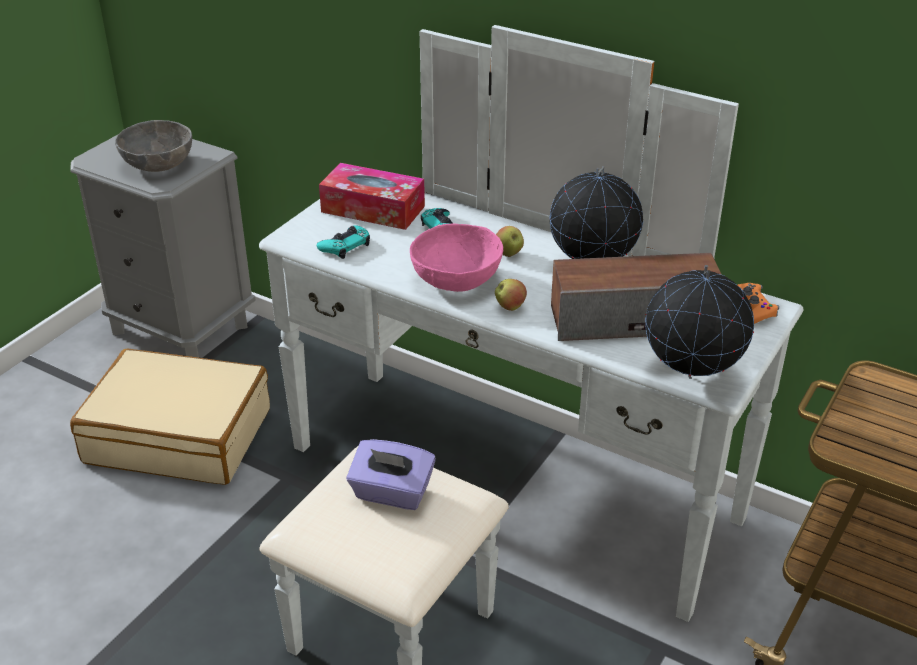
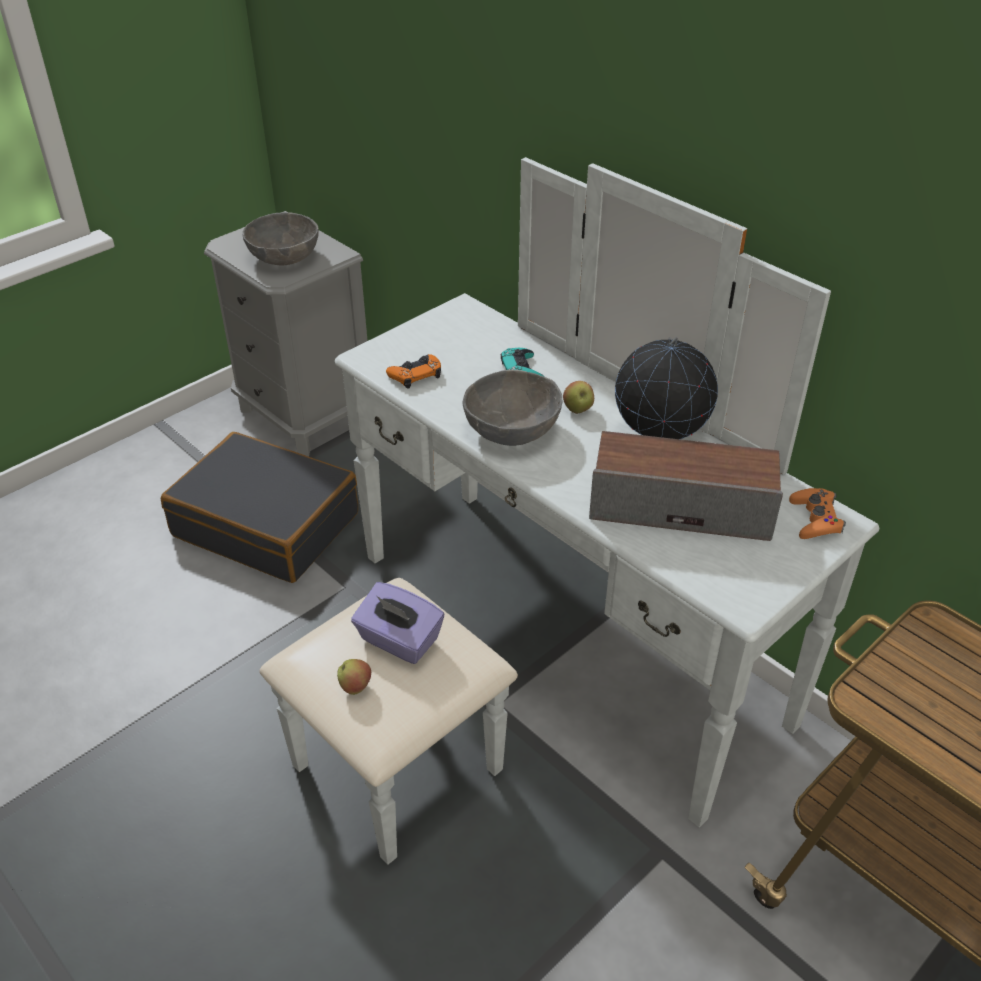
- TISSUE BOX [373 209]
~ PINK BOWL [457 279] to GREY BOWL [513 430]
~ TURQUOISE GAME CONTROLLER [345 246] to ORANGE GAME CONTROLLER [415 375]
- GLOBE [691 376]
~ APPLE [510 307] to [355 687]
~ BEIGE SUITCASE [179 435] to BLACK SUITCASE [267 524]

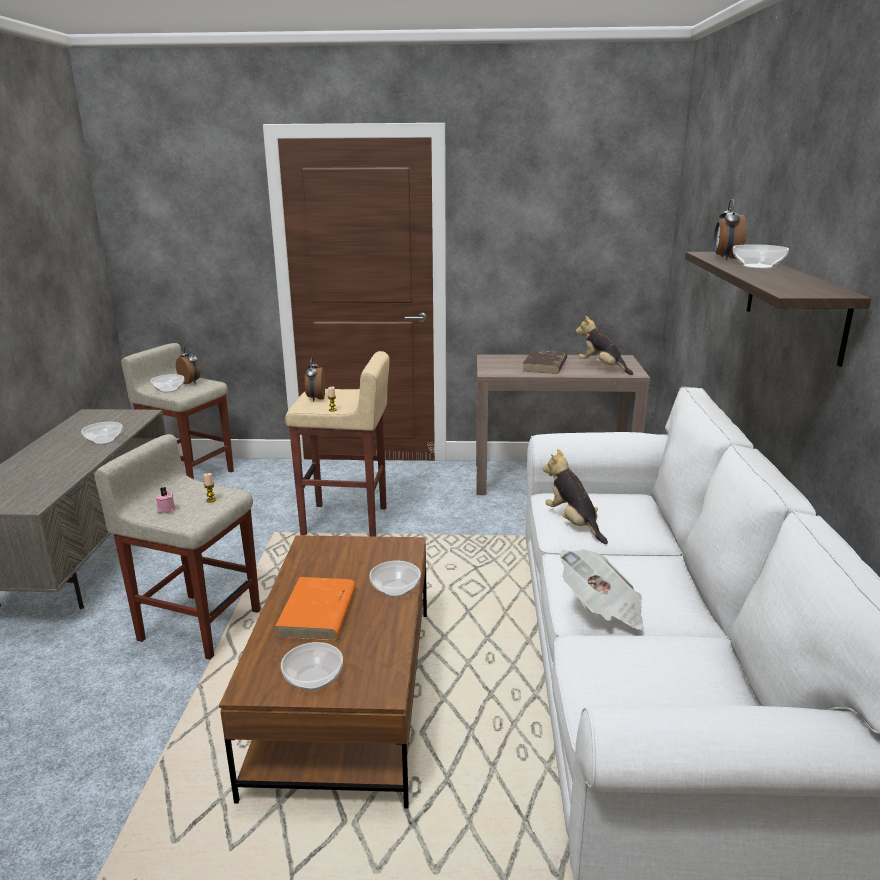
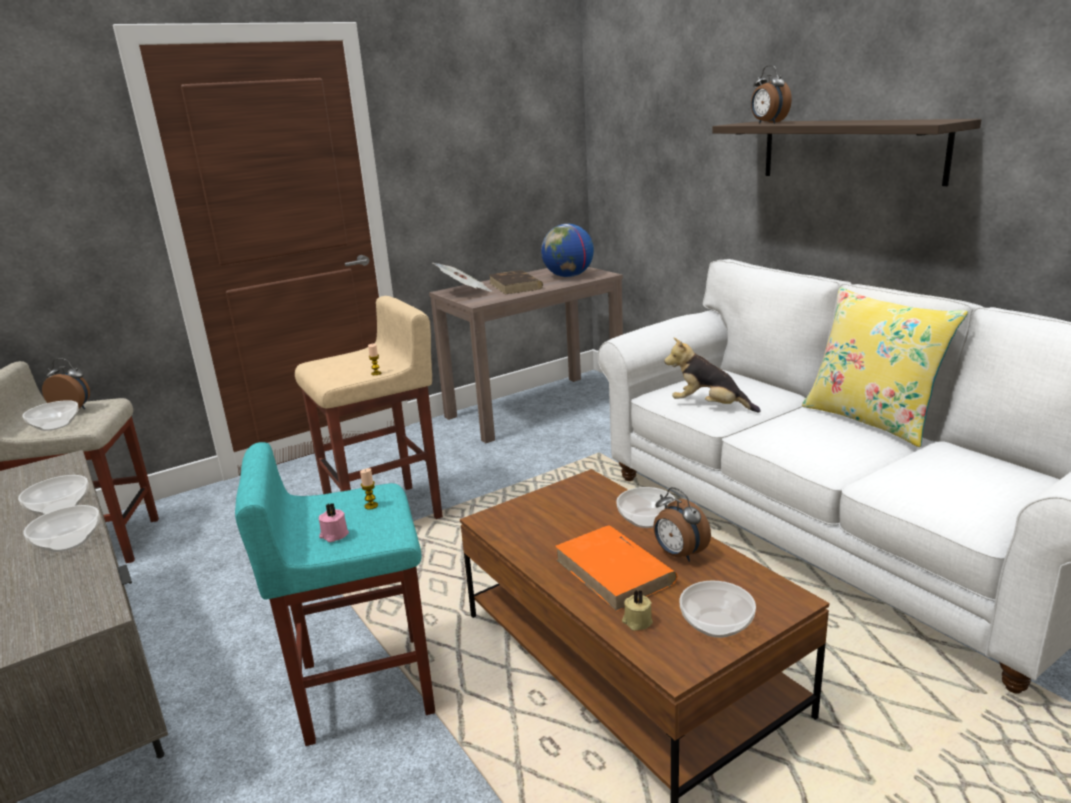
~ BOWL [757 266] to [68 541]
~ PLUSH TOY [602 368] to GLOBE [568 276]
~ ALARM CLOCK [315 398] to [678 554]
~ BEIGE STOOL [199 624] to TURQUOISE STOOL [364 688]
~ NEWSPAPER [602 609] to [465 293]
+ YELLOW PILLOW [871 419]
+ BEIGE CANDLE [637 622]

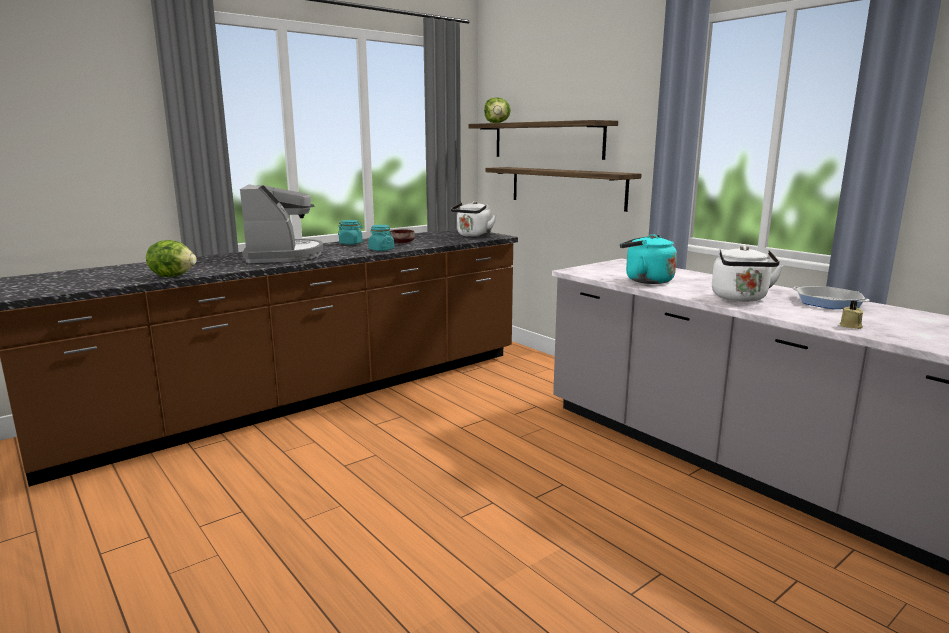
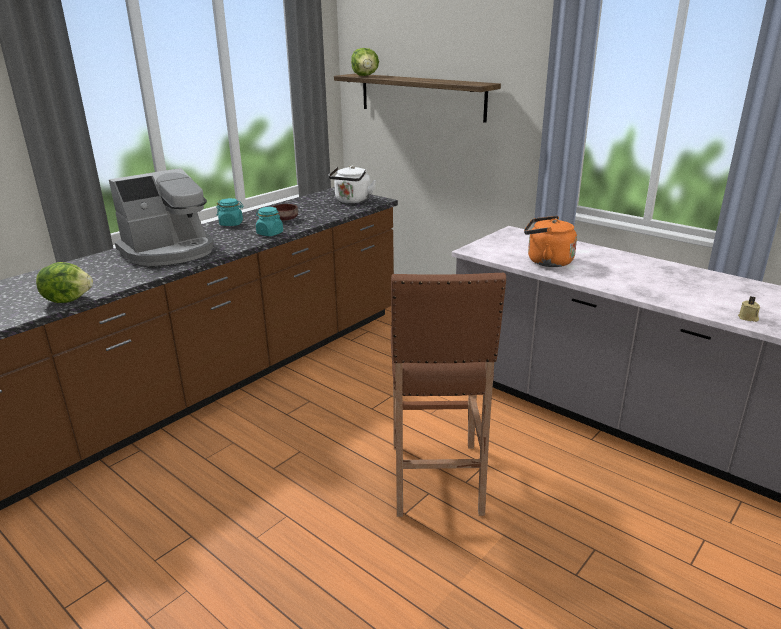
- SHELF [566 187]
~ COFFEE MACHINE [283 255] = [169 251] 75 degrees clockwise
~ TURQUOISE KETTLE [645 280] to ORANGE KETTLE [546 261]
- WHITE KETTLE [740 298]
- FRYING PAN [828 302]
+ BROWN STOOL [436 480]

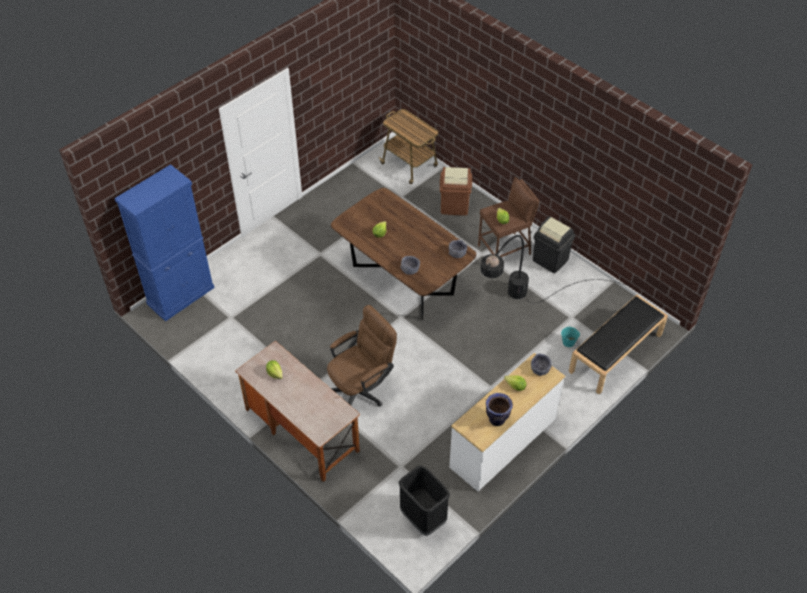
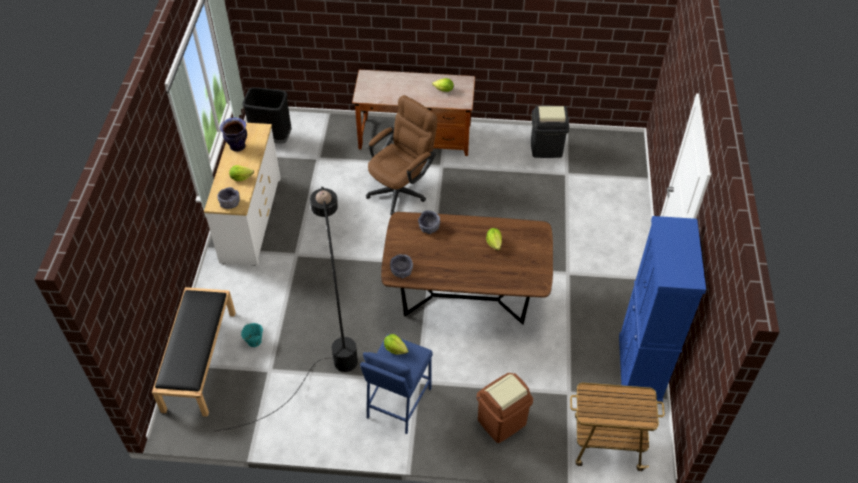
~ BLUE CABINET [181 296] to [639 369]
~ BROWN STOOL [505 250] to BLUE STOOL [398 403]
~ BLACK TRASH CAN [550 260] to [546 148]
~ BROWN OFFICE CHAIR [361 389] = [402 188] 150 degrees counterclockwise

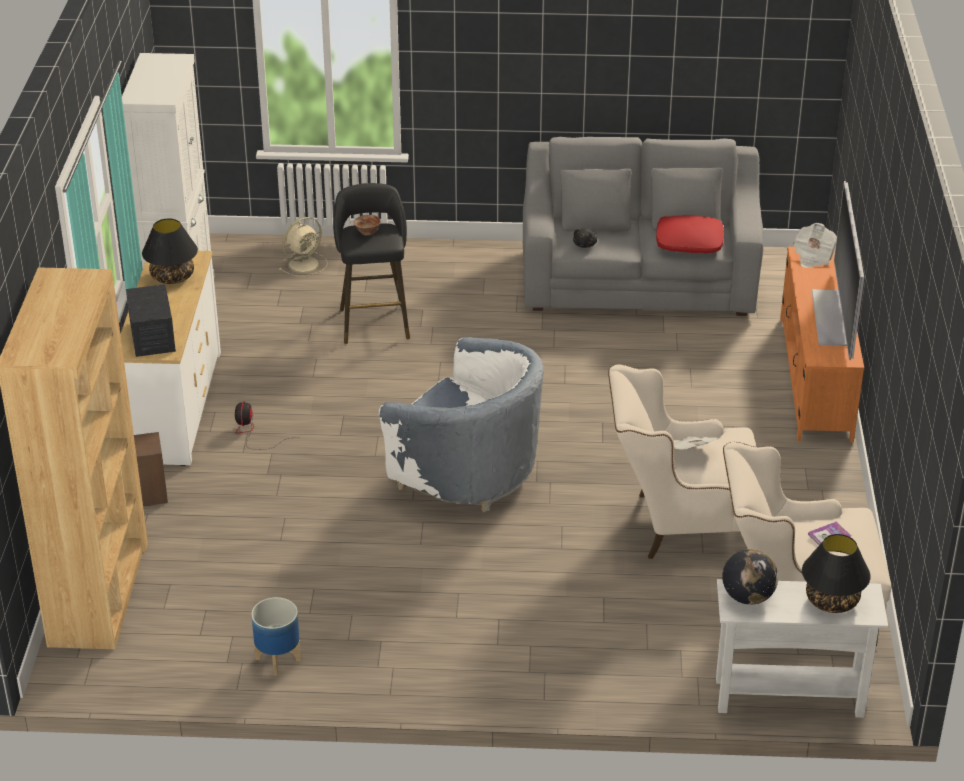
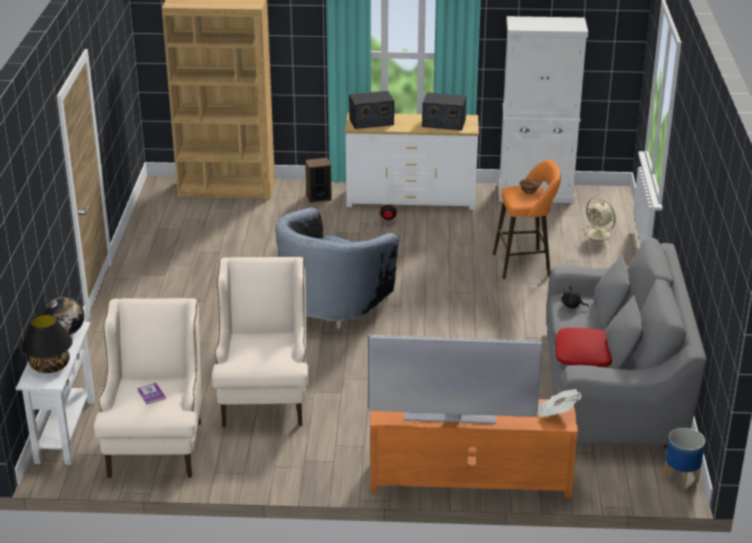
~ BLACK STOOL [374 321] to ORANGE STOOL [525 264]
~ BLACK TABLE LAMP [172 276] to RADIO [443 123]
~ WHITE ARMCHAIR [467 474] to BLACK ARMCHAIR [332 304]
- NEWSPAPER [691 452]
~ PLANTER [278 659] to [681 478]

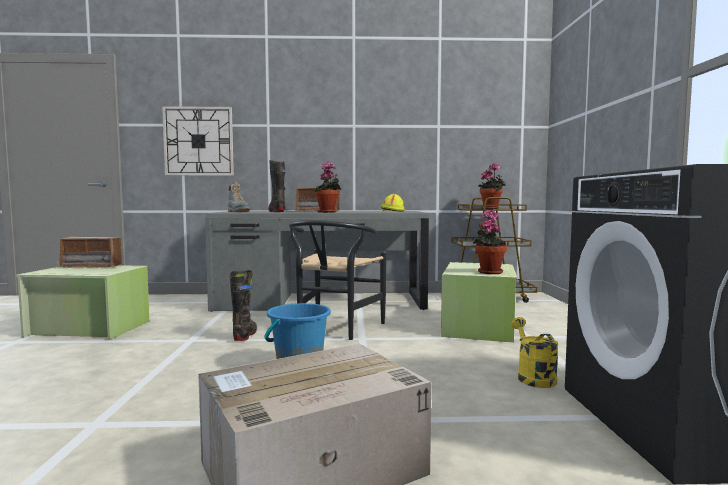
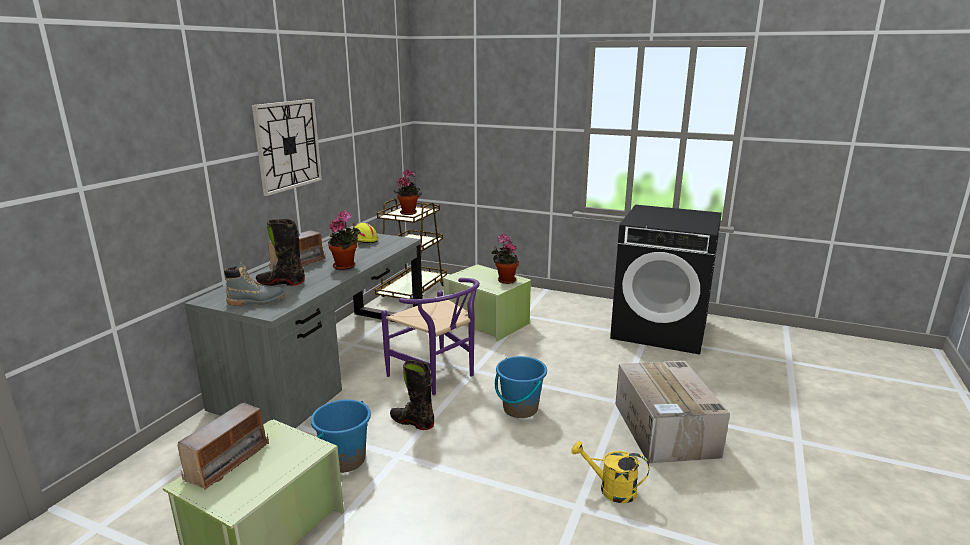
~ WALL CLOCK [198 141] to [288 145]
~ BLACK CHAIR [335 329] to PURPLE CHAIR [438 376]
~ YELLOW WATERING CAN [533 376] to [611 489]
+ BLUE BUCKET [344 460]

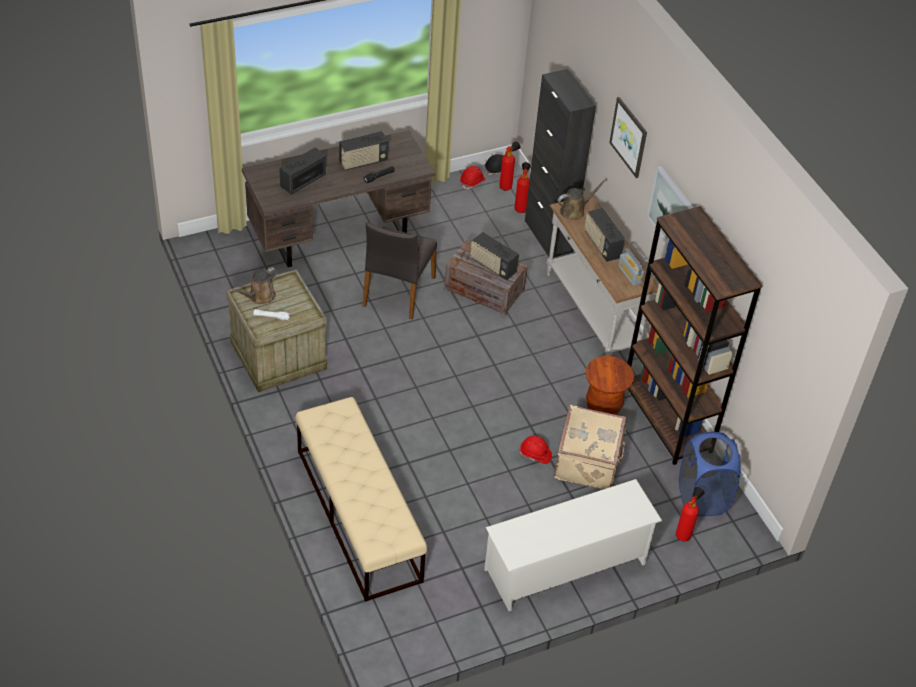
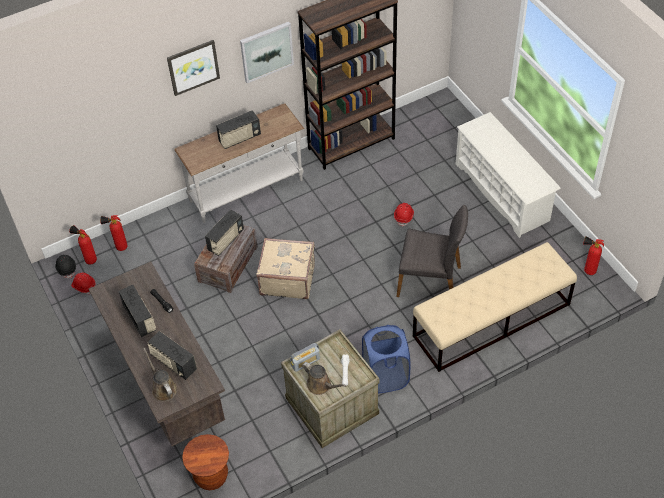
- BLACK CABINET [548 236]
~ BROWN WATERING CAN [574 211] to [163 388]
~ GREY CHAIR [397 291] to [430 280]
~ RADIO [629 275] to [305 362]
~ BROWN STOOL [603 406] to [211 476]
~ BEIGE SUITCASE [588 462] to [287 279]
~ BLUE LAUNDRY BASKET [702 497] to [385 376]
~ FIRE EXTINGUISHER [684 533] to [587 270]

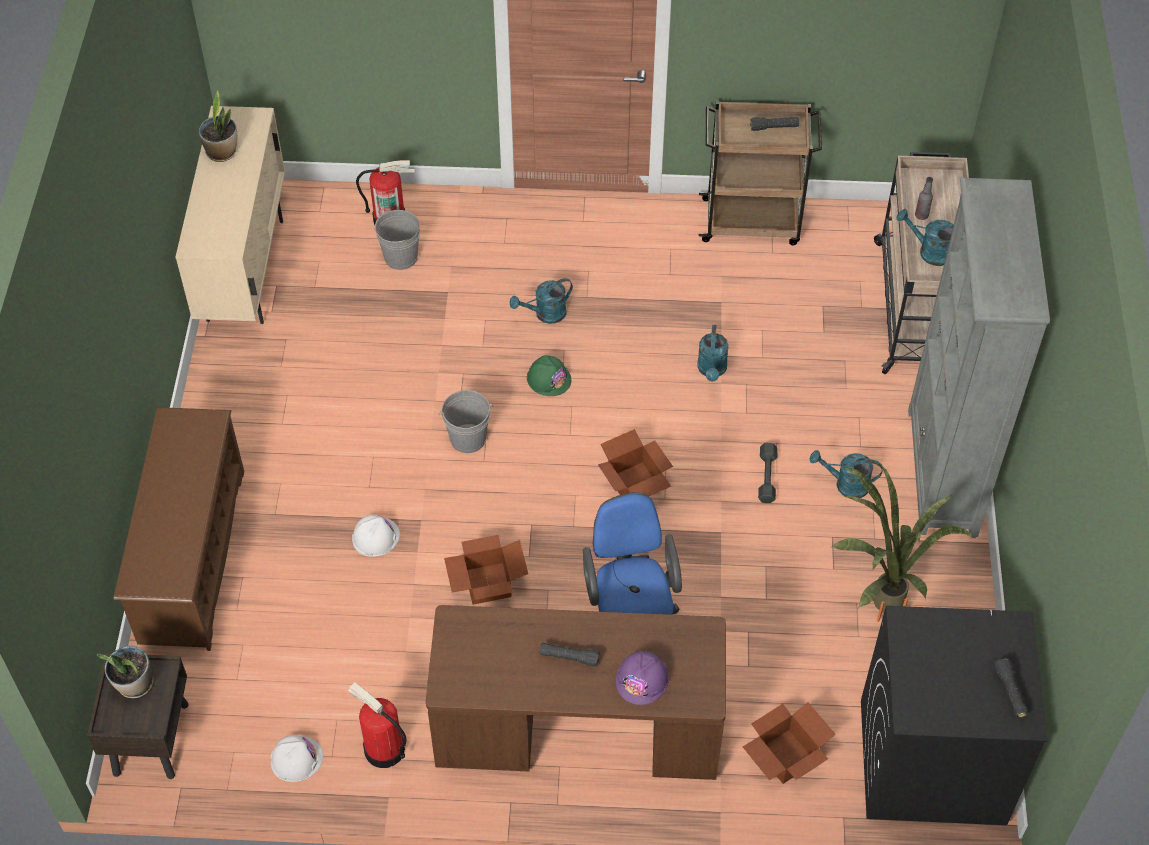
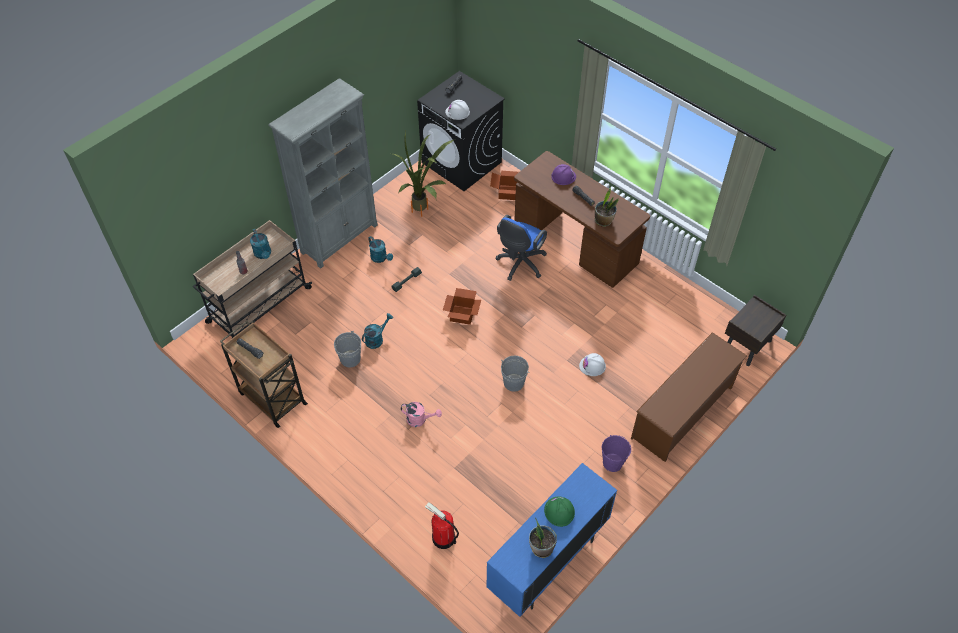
~ BEIGE CABINET [245 270] to BLUE CABINET [547 563]
~ GREY BUCKET [401 257] to [350 359]
~ TURQUOISE WATERING CAN [545 314] to PINK WATERING CAN [420 420]
~ GREEN HARD HAT [549 378] to [559 511]
- CARDBOARD BOX [486 583]
~ POTTED PLANT [135 684] to [603 221]
- FIRE EXTINGUISHER [383 749]
~ WHITE HARD HAT [296 759] to [457 112]
+ PURPLE BUCKET [612 463]

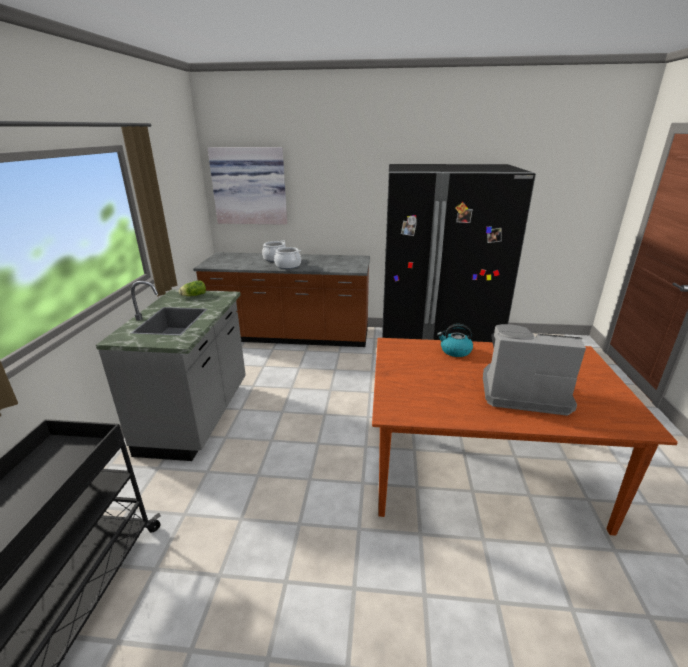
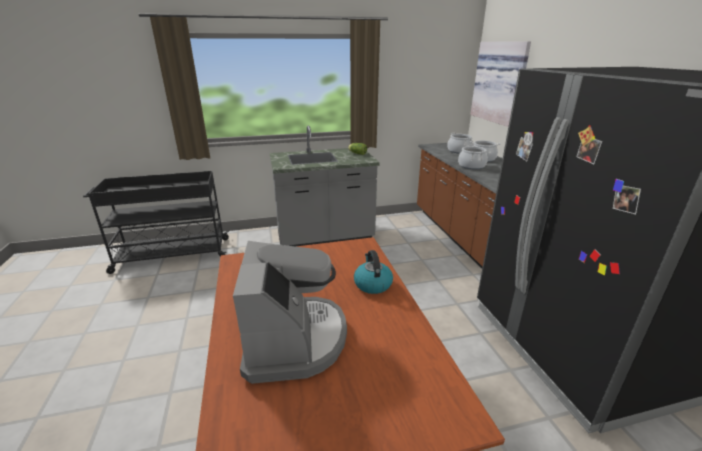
+ COOKING POT [459 151]

